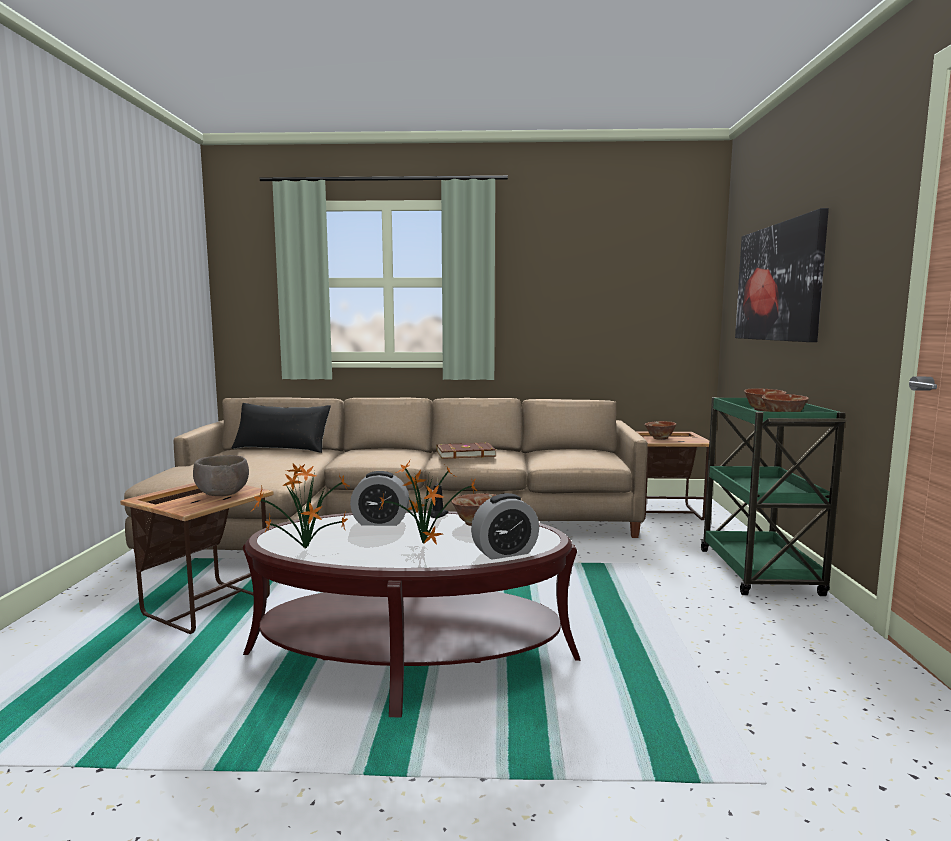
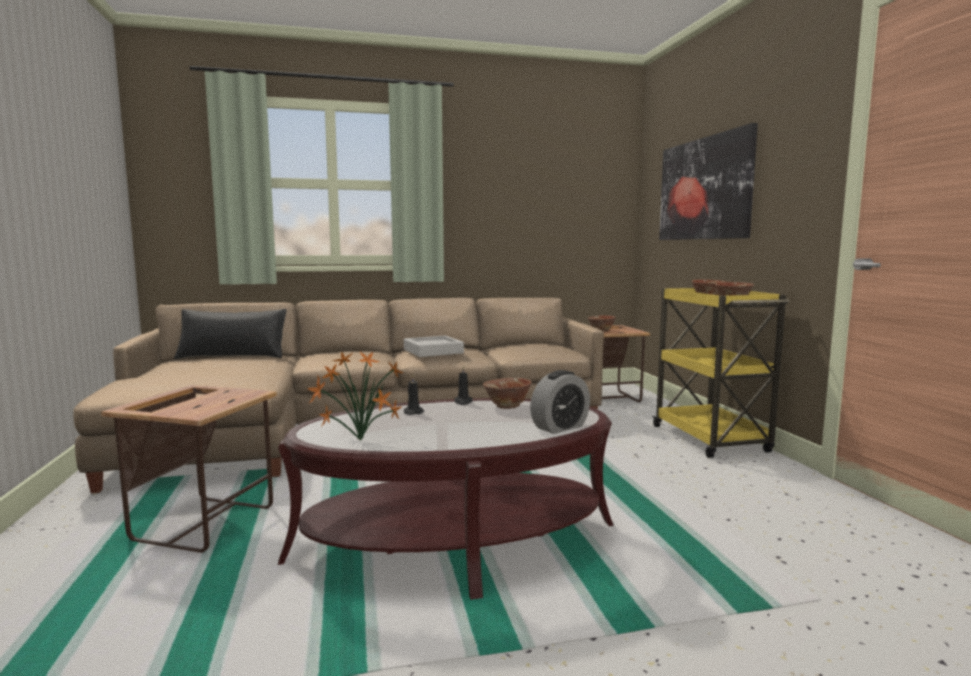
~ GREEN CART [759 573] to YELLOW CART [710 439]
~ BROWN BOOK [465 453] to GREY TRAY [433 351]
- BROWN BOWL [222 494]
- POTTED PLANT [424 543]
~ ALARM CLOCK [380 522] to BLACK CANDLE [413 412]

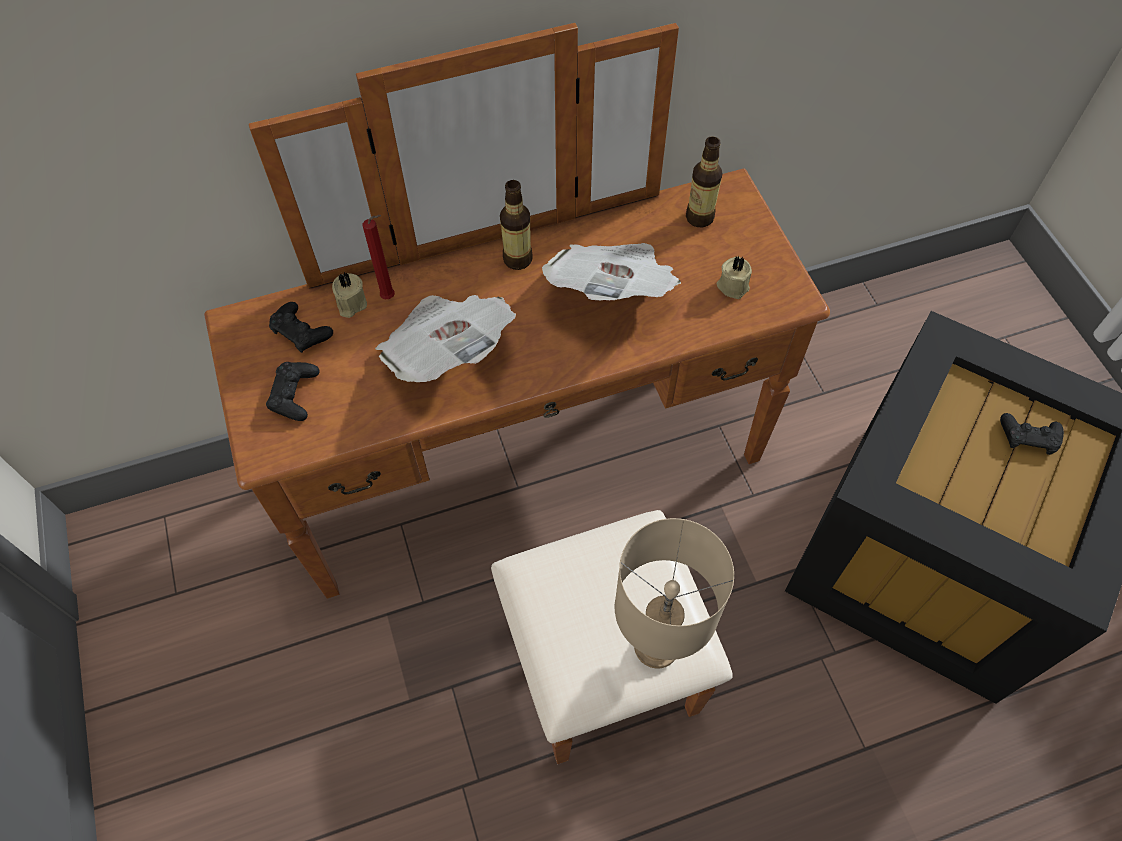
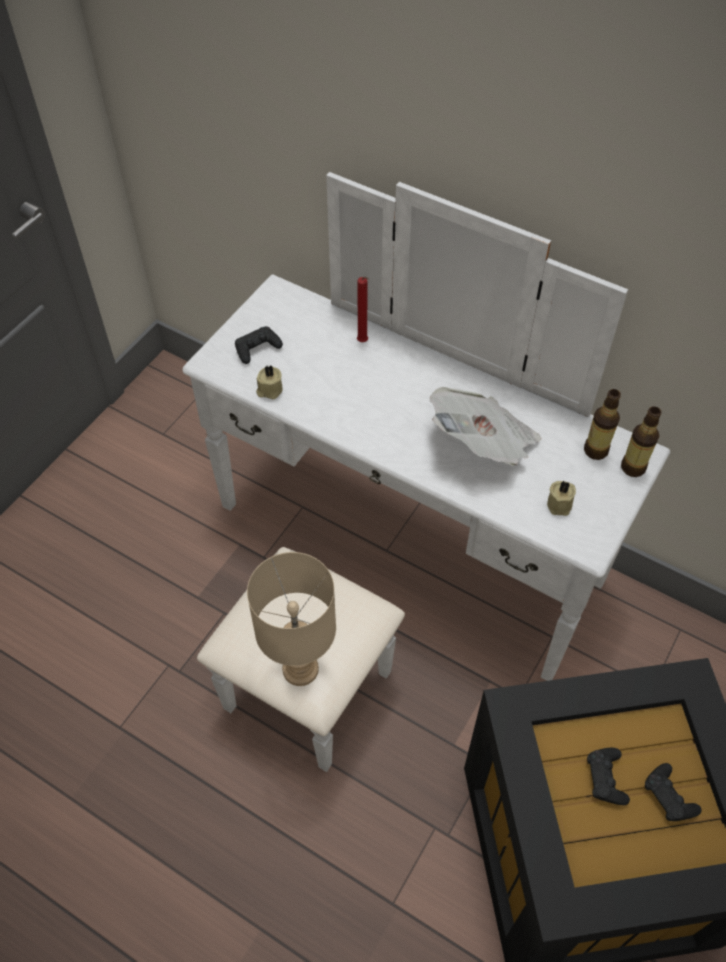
~ BROWN DRESSER [545 506] to WHITE DRESSER [388 575]
~ BOTTLE [517 259] to [633 467]
~ BEIGE CANDLE [350 304] to [269 390]
- NEWSPAPER [447 353]
~ BLACK GAME CONTROLLER [301 332] to [606 778]

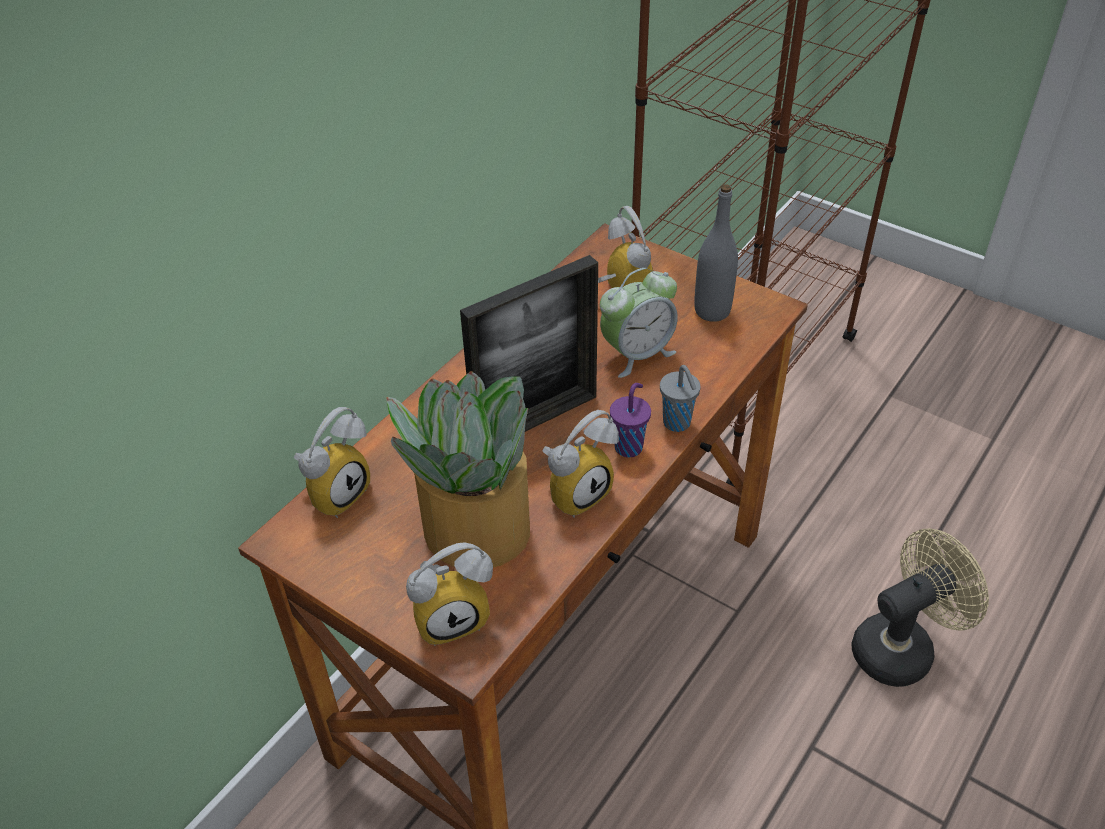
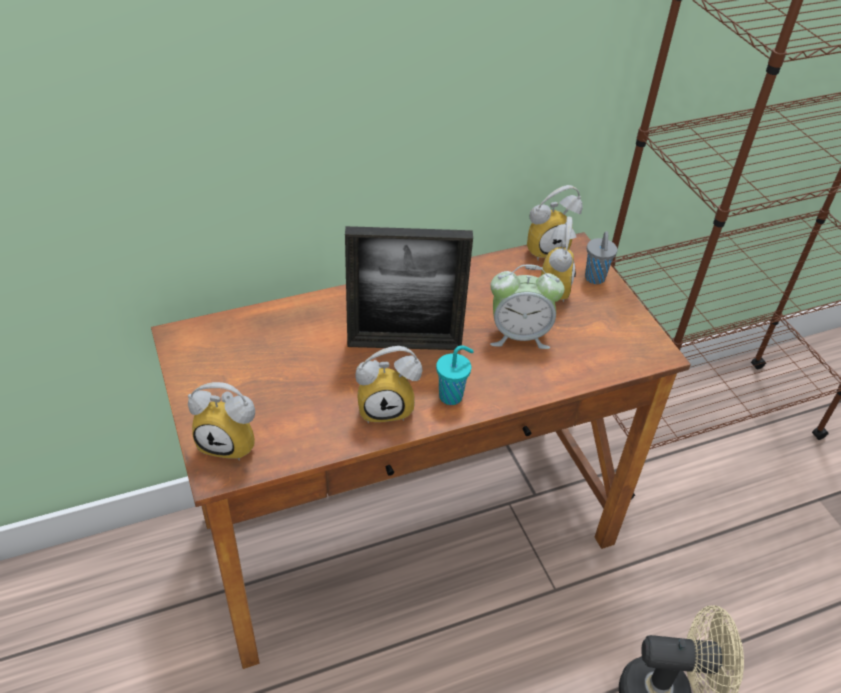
- GREY BOTTLE [712 311]
~ GREY CUP [677 424] to [595 279]
- POTTED PLANT [474 530]
~ PURPLE CUP [629 446] to TURQUOISE CUP [452 396]
~ ALARM CLOCK [336 491] to [545 247]

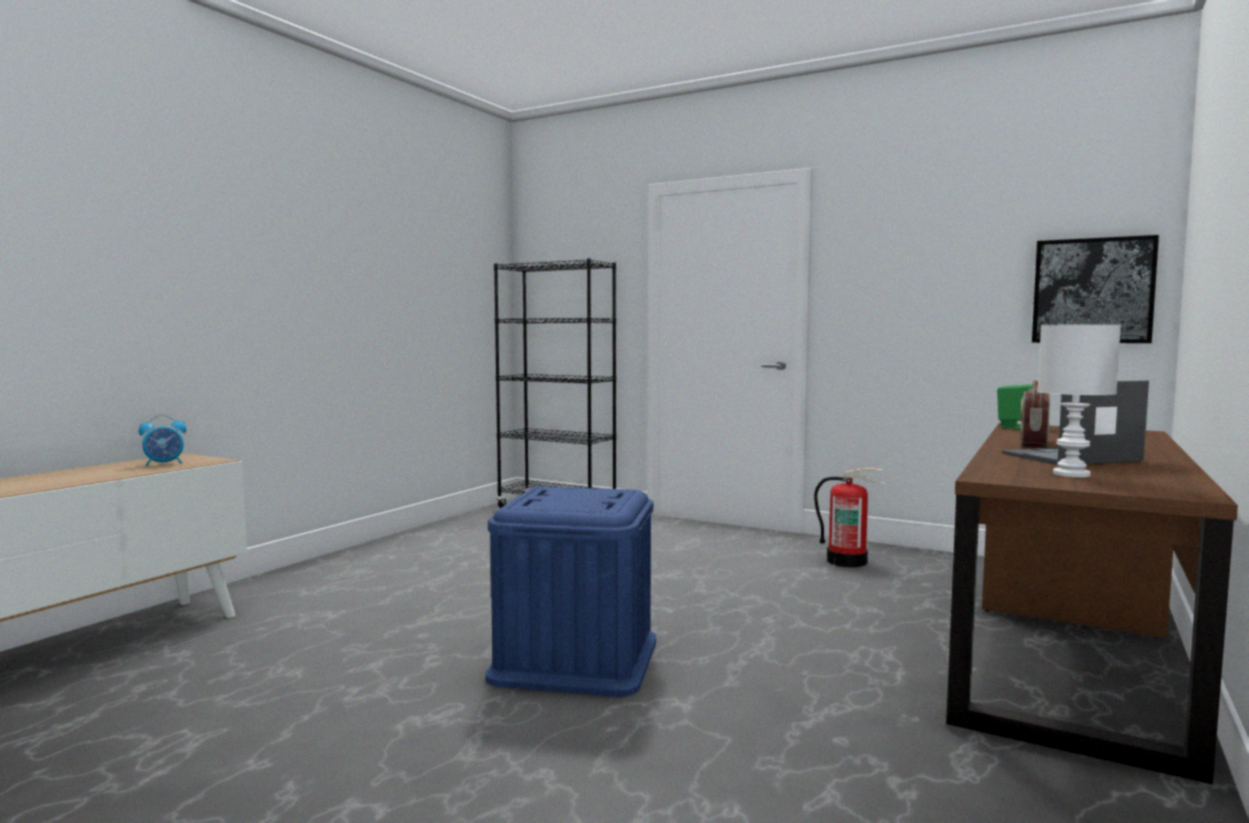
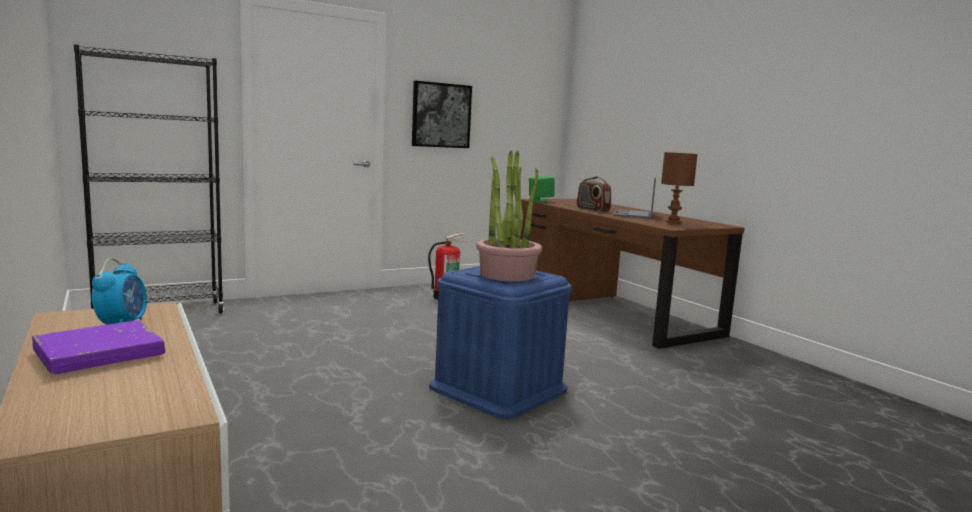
~ PICTURE [1092 291] to [441 115]
~ WHITE TABLE LAMP [1069 474] to BROWN TABLE LAMP [673 222]
+ POTTED PLANT [507 274]
+ PURPLE BOOK [99 354]

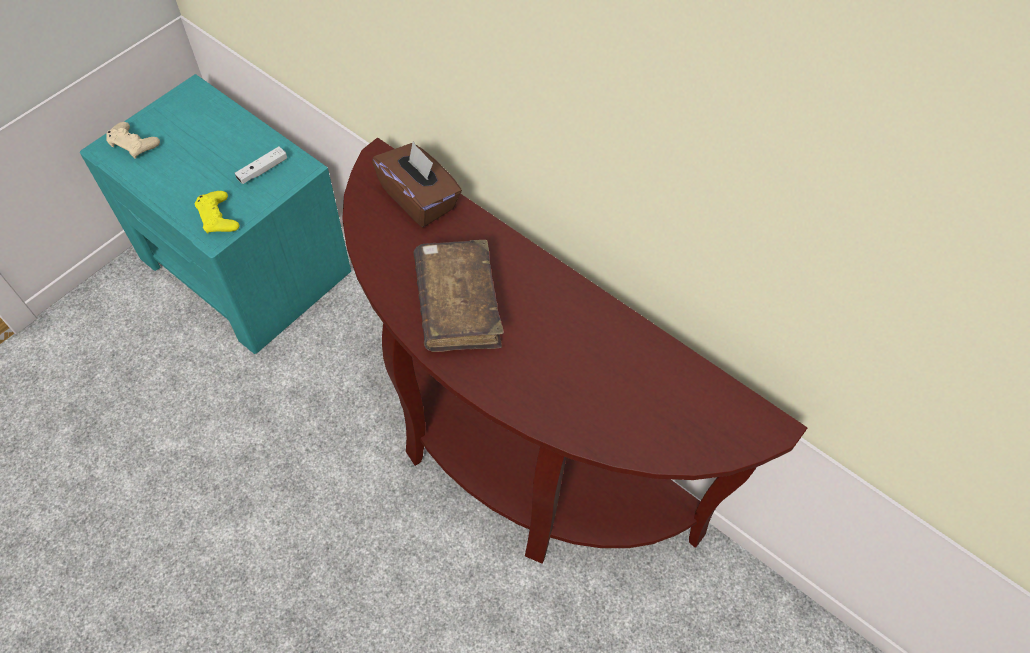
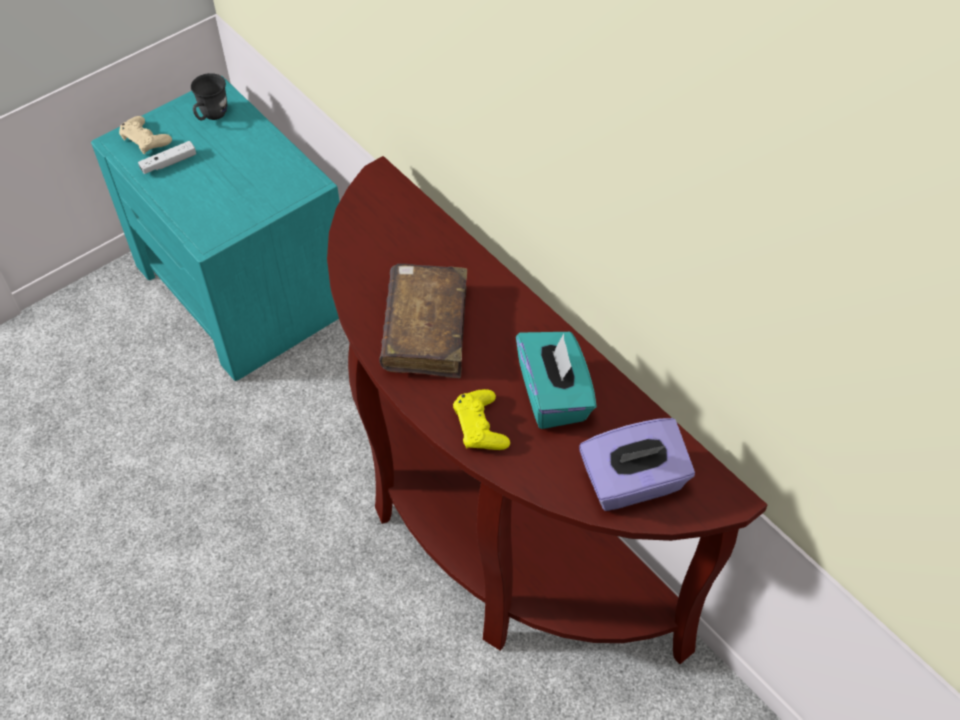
- BROWN TISSUE BOX [419 199]
~ WHITE GAME CONTROLLER [262 170] to [169 163]
~ YELLOW GAME CONTROLLER [218 217] to [480 426]
+ GREY MUG [211 116]
+ TURQUOISE TISSUE BOX [554 395]
+ PURPLE TISSUE BOX [633 483]

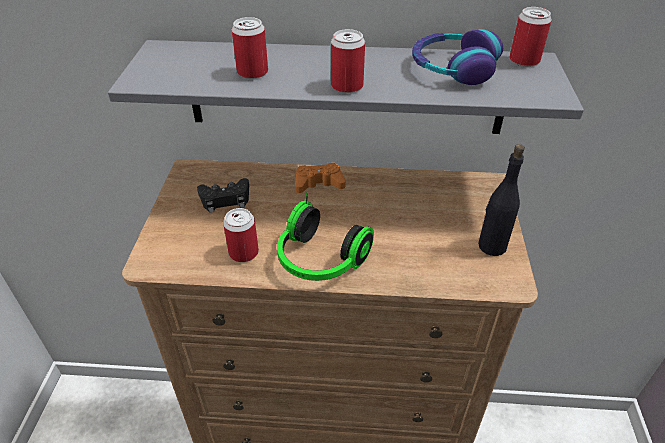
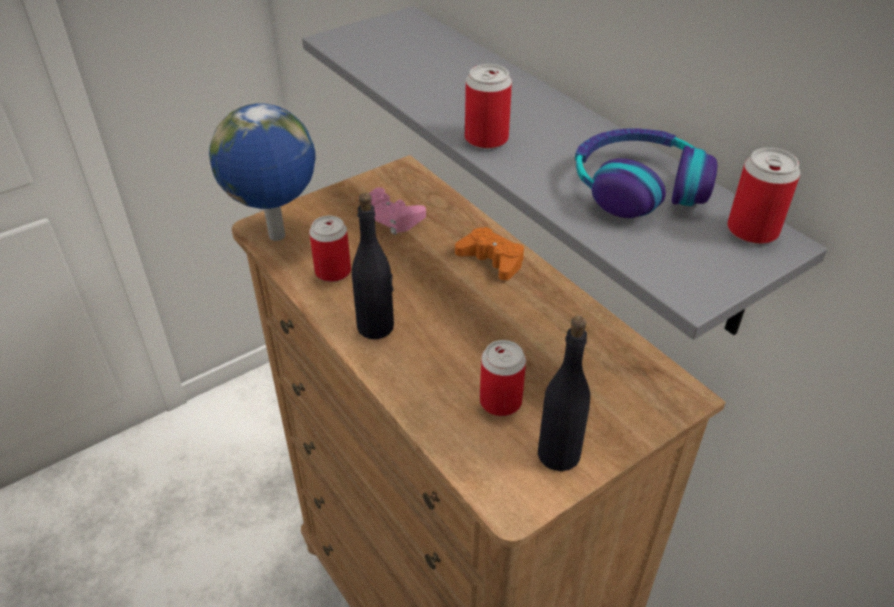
~ CAN [252 72] to [500 401]
~ BLACK GAME CONTROLLER [225 199] to PINK GAME CONTROLLER [390 217]
~ HEADPHONES [319 261] to BLACK BOTTLE [376 327]
+ GLOBE [277 237]

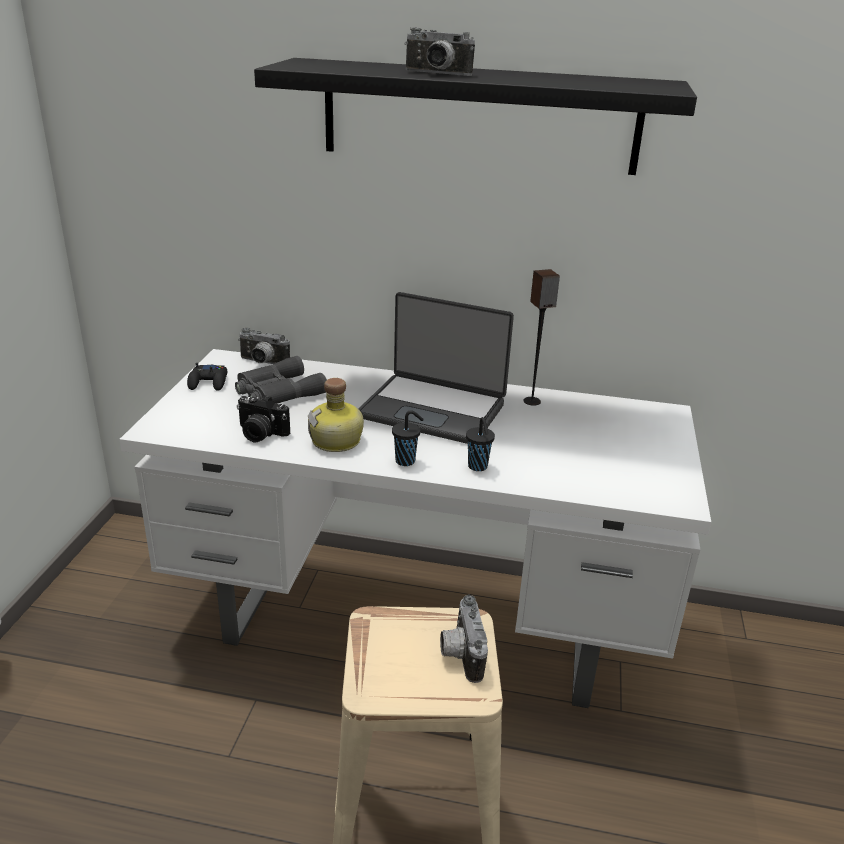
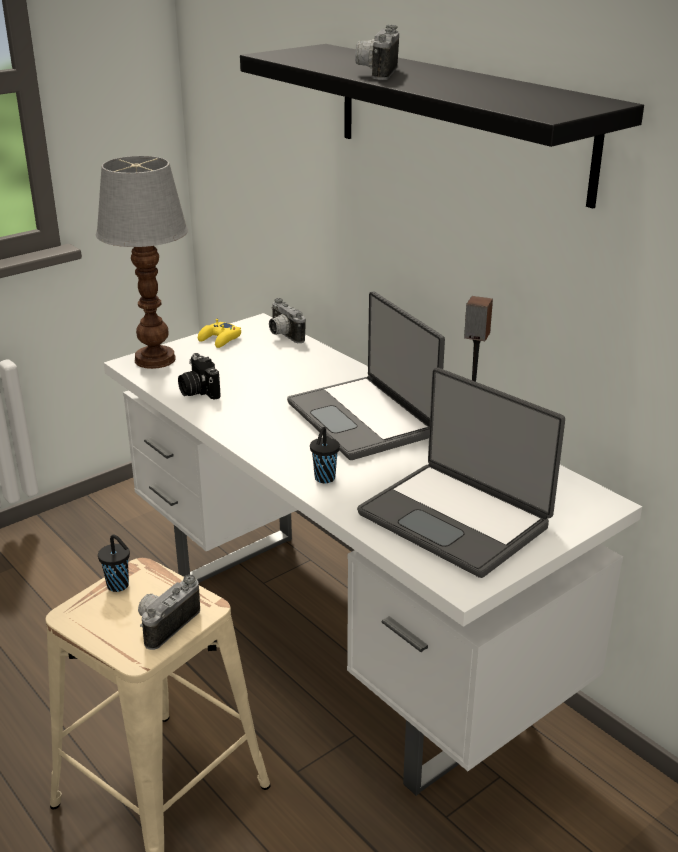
~ PHOTO CAMERA [436 74] = [376 73] 45 degrees clockwise
- GREY BINOCULARS [277 392]
~ BLACK GAME CONTROLLER [209 382] to YELLOW GAME CONTROLLER [220 339]
- BOTTLE [337 441]
~ BLACK CUP [406 461] to [119 586]
+ TABLE LAMP [155 360]
+ LAPTOP [456 519]

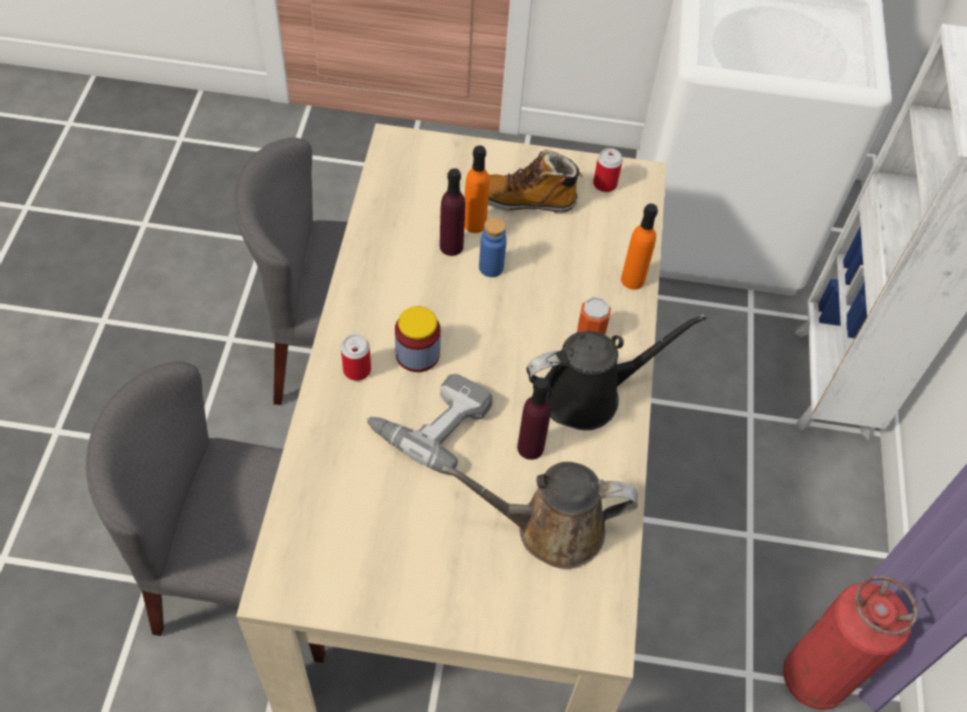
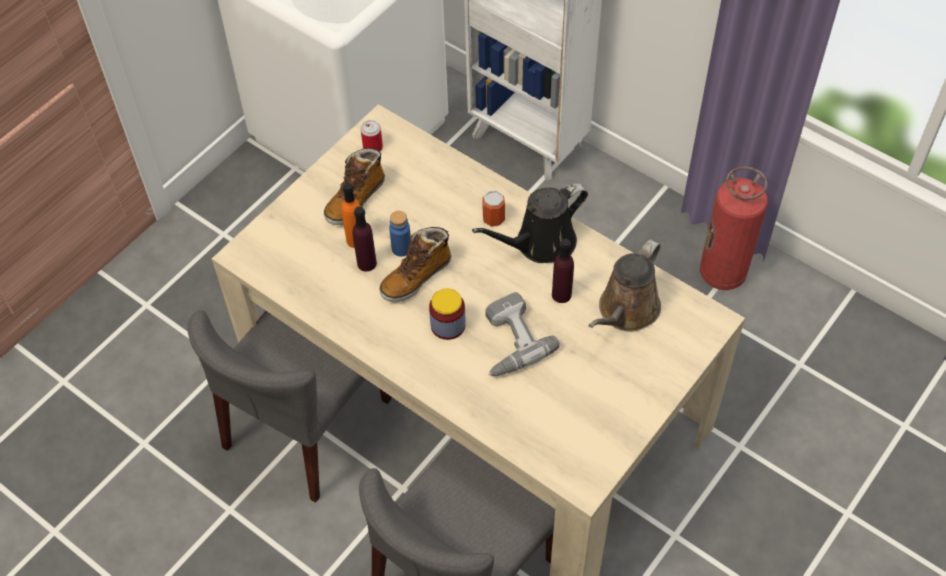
- ORANGE BOTTLE [632 280]
~ BLACK WATERING CAN [588 394] = [540 243] 135 degrees counterclockwise
- CAN [357 370]
+ BOOT [416 277]

